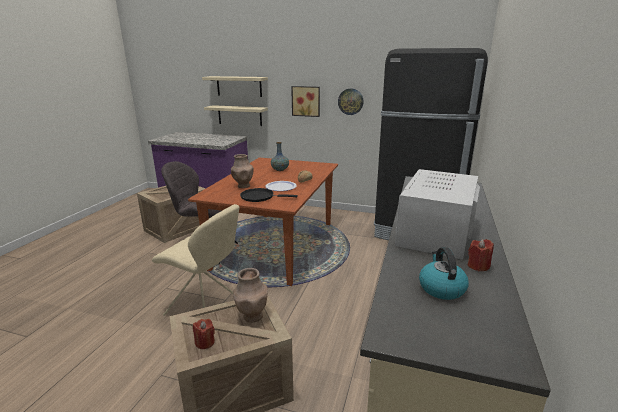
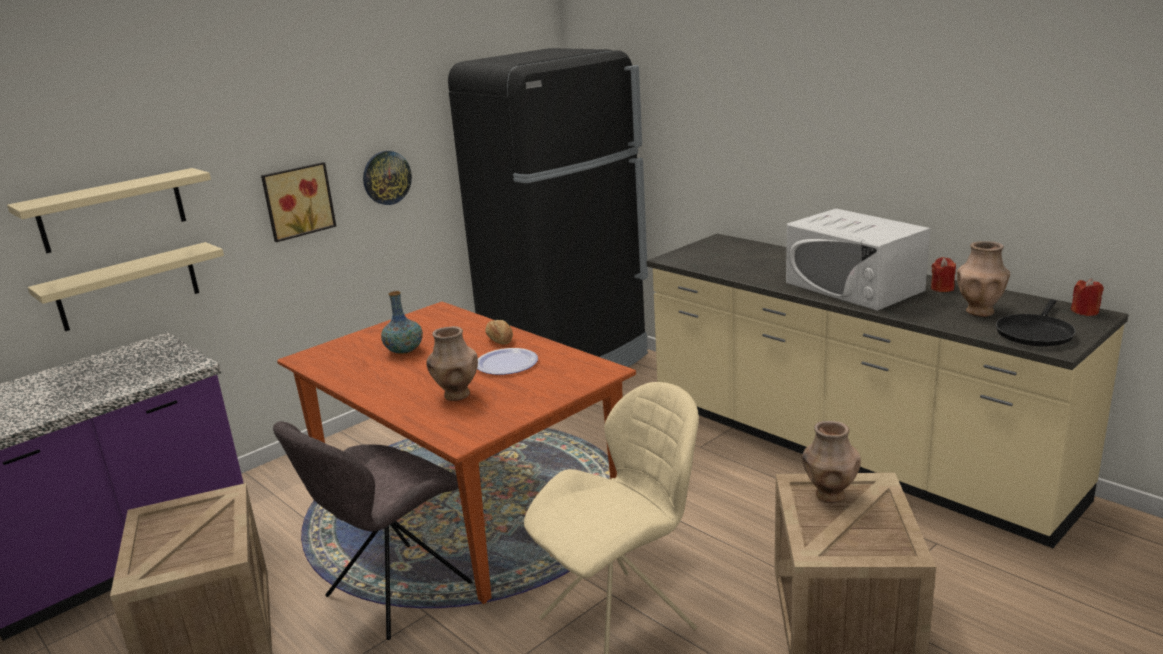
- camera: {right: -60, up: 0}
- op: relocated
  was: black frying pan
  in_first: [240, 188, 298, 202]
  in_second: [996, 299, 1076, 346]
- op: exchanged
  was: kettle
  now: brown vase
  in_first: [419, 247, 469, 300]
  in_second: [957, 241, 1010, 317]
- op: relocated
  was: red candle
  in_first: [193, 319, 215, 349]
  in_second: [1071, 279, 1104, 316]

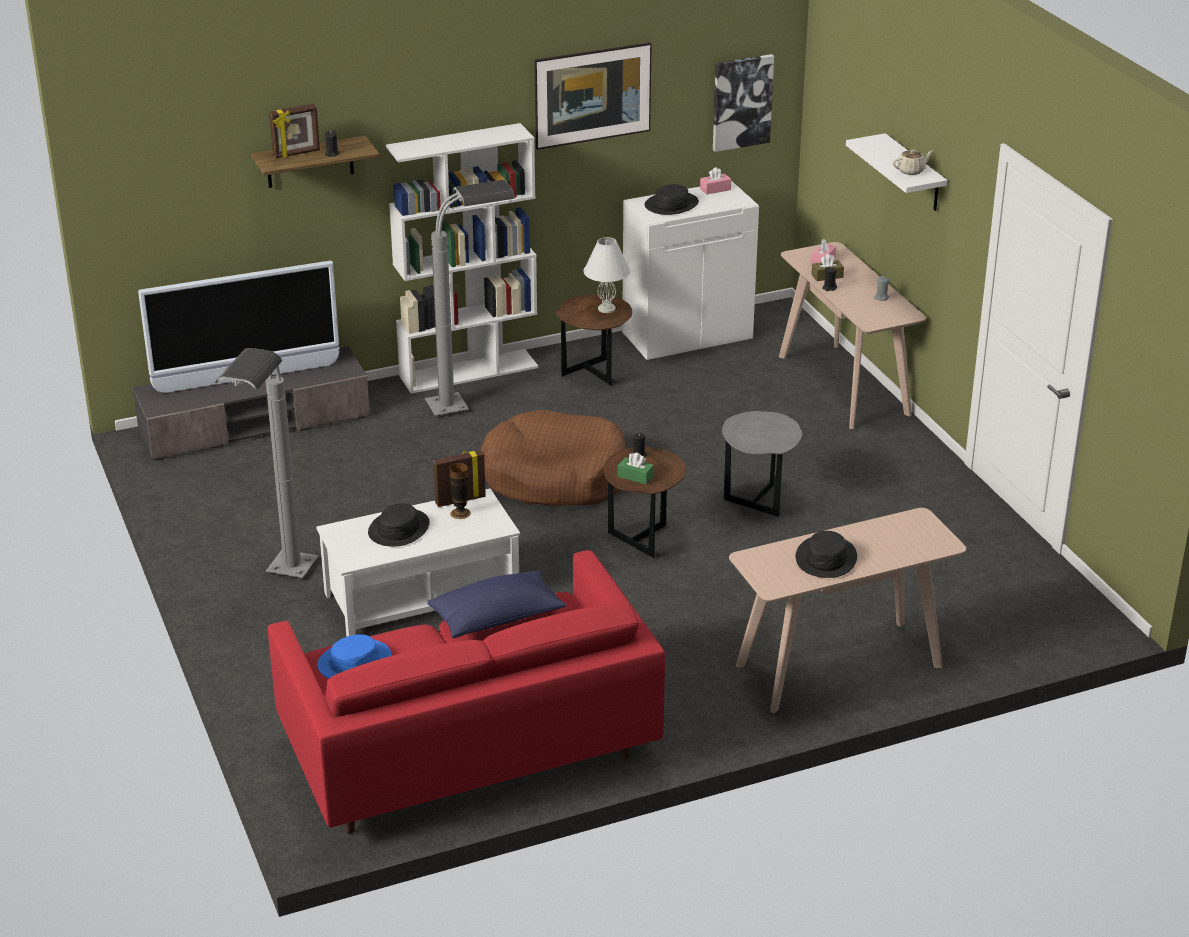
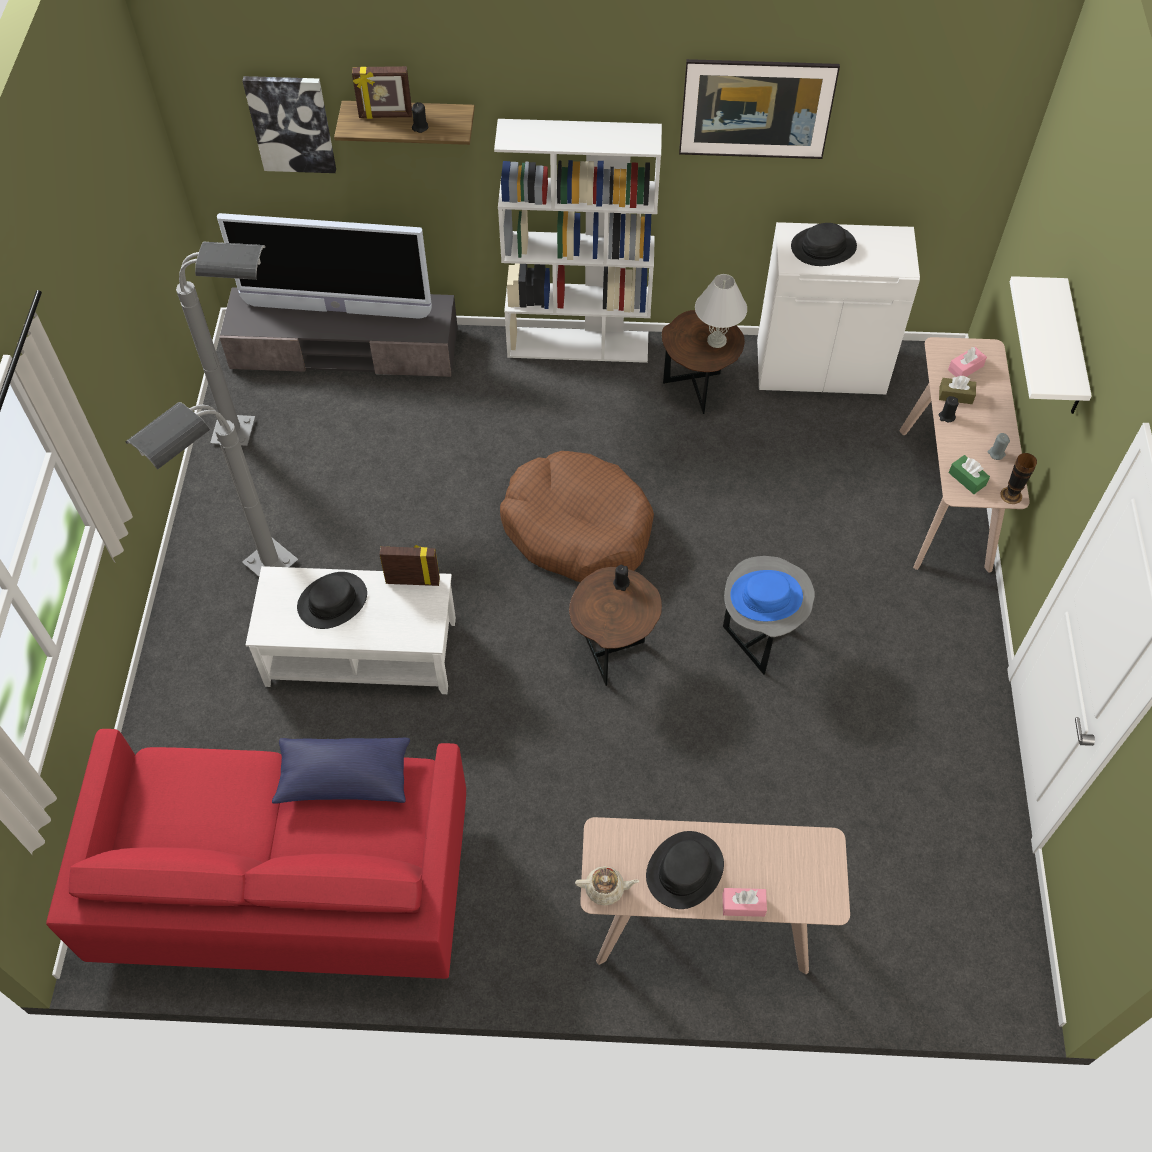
- camera: {right: 25, up: 25}
- op: relocated
  was: picture
  in_first: [713, 54, 774, 152]
  in_second: [242, 76, 336, 173]
- op: relocated
  was: beige teapot
  in_first: [893, 149, 934, 175]
  in_second: [575, 866, 639, 906]
- op: relocated
  was: pink tissue box
  in_first: [700, 167, 731, 195]
  in_second: [722, 888, 767, 917]
- op: relocated
  was: grey floor lamp
  in_first: [425, 180, 515, 416]
  in_second: [176, 242, 266, 446]
- op: relocated
  was: green tissue box
  in_first: [618, 453, 654, 485]
  in_second: [949, 455, 990, 494]
- op: relocated
  was: vase
  in_first: [450, 463, 471, 519]
  in_second: [1000, 453, 1037, 504]
- op: relocated
  was: blue hat
  in_first: [317, 634, 392, 679]
  in_second: [730, 570, 803, 621]

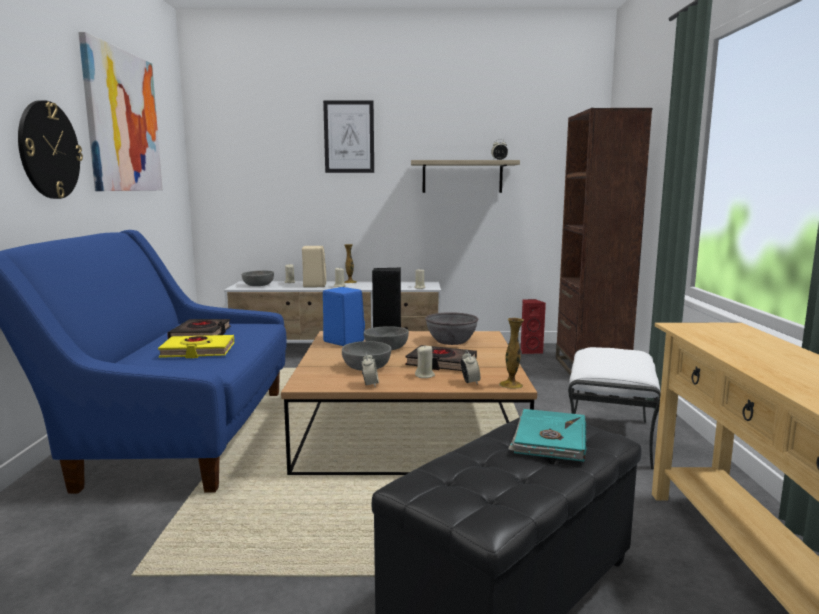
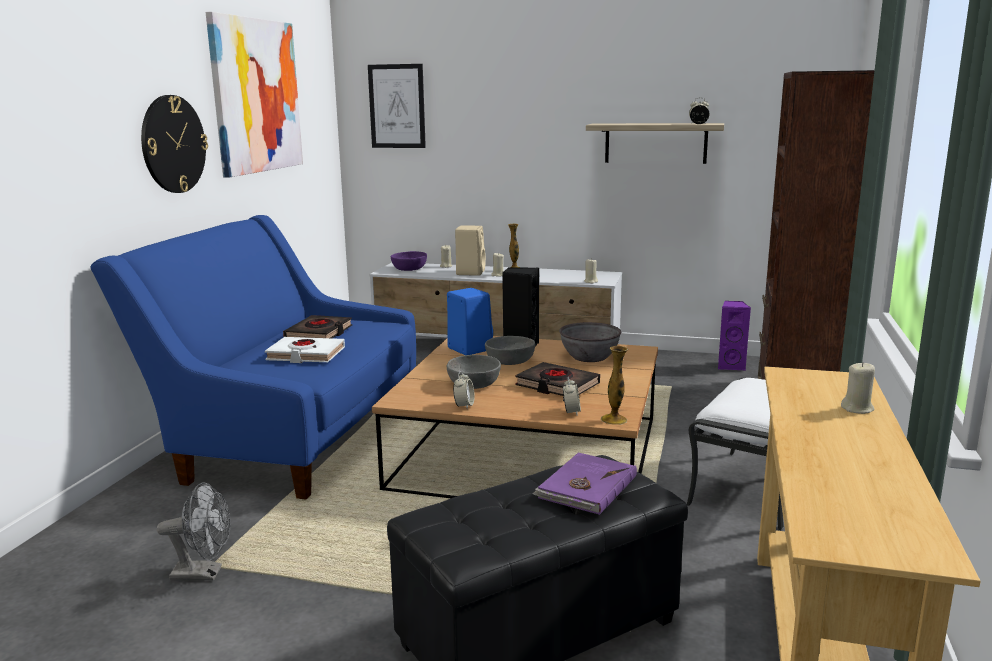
- camera: {right: 15, up: 5}
- op: relocated
  was: picture
  in_first: [323, 100, 374, 173]
  in_second: [368, 64, 426, 148]
- op: colour
  was: grey bowl
  now: purple bowl
  in_first: [242, 270, 274, 286]
  in_second: [391, 251, 427, 271]
- op: colour
  was: red speaker
  now: purple speaker
  in_first: [521, 299, 546, 354]
  in_second: [718, 301, 751, 370]
- op: colour
  was: yellow book
  now: white book
  in_first: [158, 335, 234, 358]
  in_second: [265, 337, 345, 363]
- op: relocated
  was: beige candle
  in_first: [415, 346, 435, 378]
  in_second: [841, 362, 875, 414]
- op: colour
  was: turquoise book
  now: purple book
  in_first: [508, 409, 586, 462]
  in_second: [532, 453, 637, 515]
- op: appeared
  now: grey fan
  in_second: [157, 482, 230, 581]

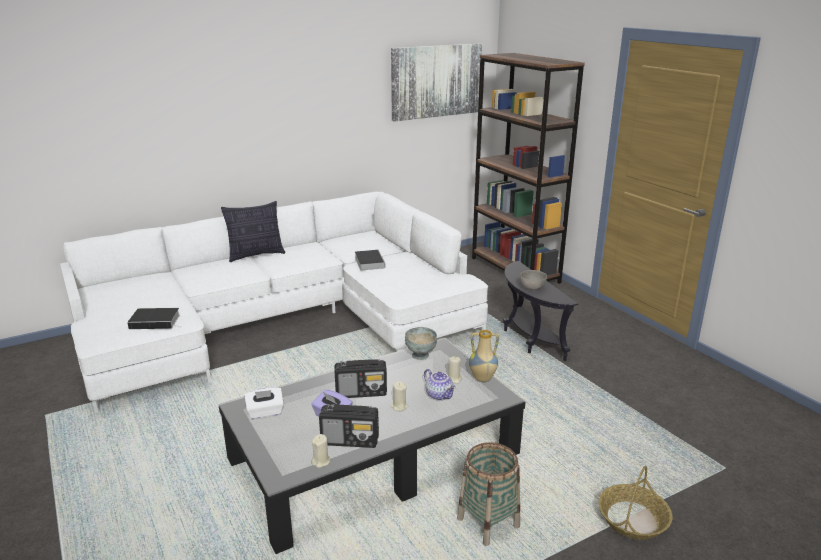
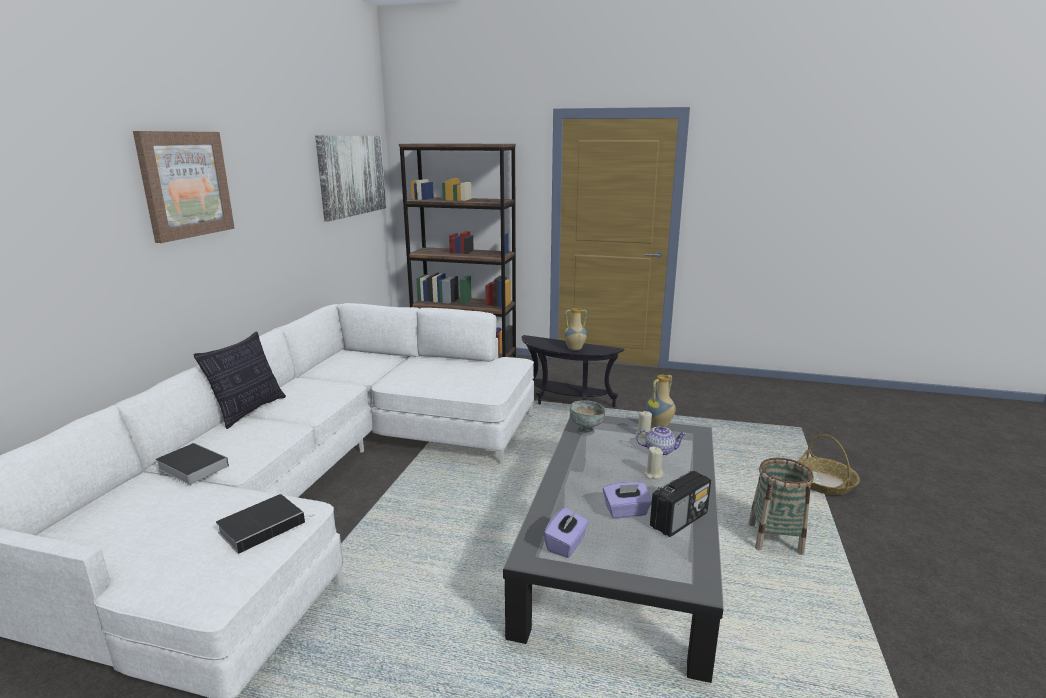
- camera: {right: -45, up: -5}
- op: relocated
  was: book
  in_first: [355, 250, 385, 271]
  in_second: [155, 443, 229, 485]
- op: exchanged
  was: grey bowl
  now: vase
  in_first: [520, 270, 547, 290]
  in_second: [564, 308, 587, 351]
- op: missing
  was: radio
  in_first: [335, 359, 387, 398]
- op: colour
  was: white tissue box
  now: purple tissue box
  in_first: [244, 387, 284, 419]
  in_second: [544, 508, 589, 558]
- op: missing
  was: beige candle
  in_first: [311, 434, 330, 468]
- op: appeared
  now: picture
  in_second: [133, 131, 235, 243]

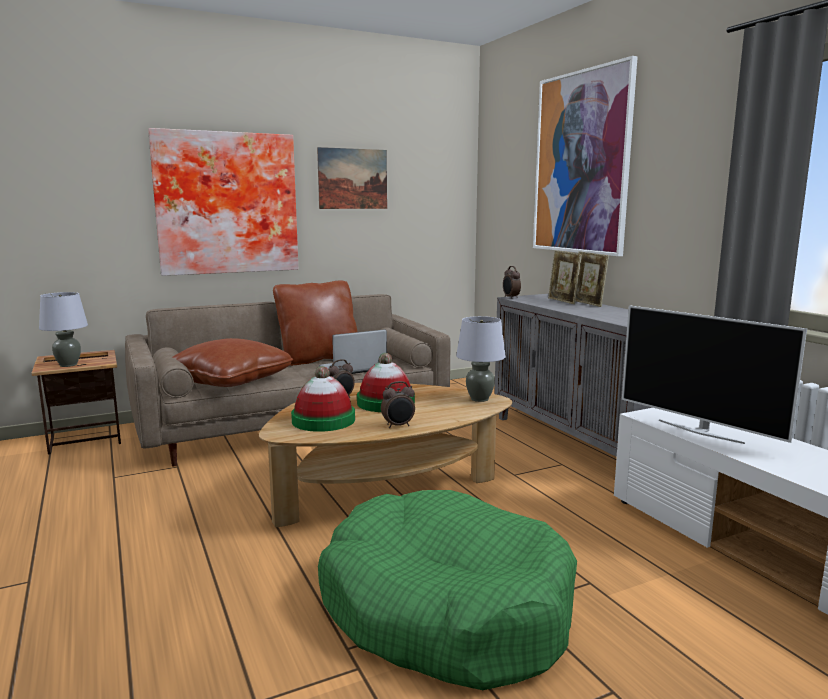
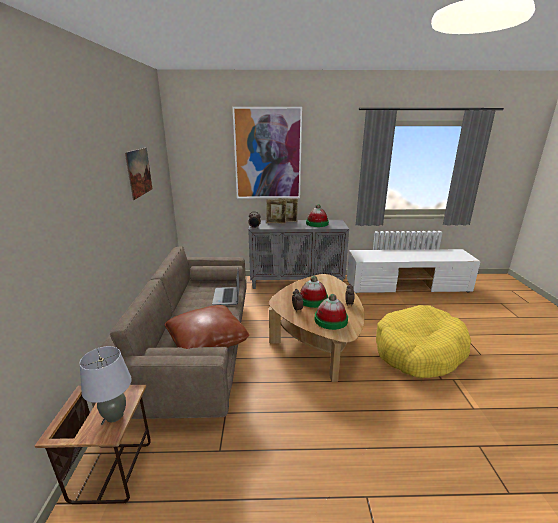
- camera: {right: -65, up: 10}
- op: missing
  was: picture
  in_first: [148, 128, 298, 276]
- op: missing
  was: brown pillow
  in_first: [273, 281, 357, 366]
- op: missing
  was: television
  in_first: [622, 305, 807, 444]
- op: missing
  was: grey table lamp
  in_first: [456, 316, 506, 402]
- op: colour
  was: green dog bed
  now: yellow dog bed
  in_first: [318, 490, 577, 690]
  in_second: [376, 305, 471, 378]
- op: appeared
  now: hat
  in_second: [306, 204, 329, 227]

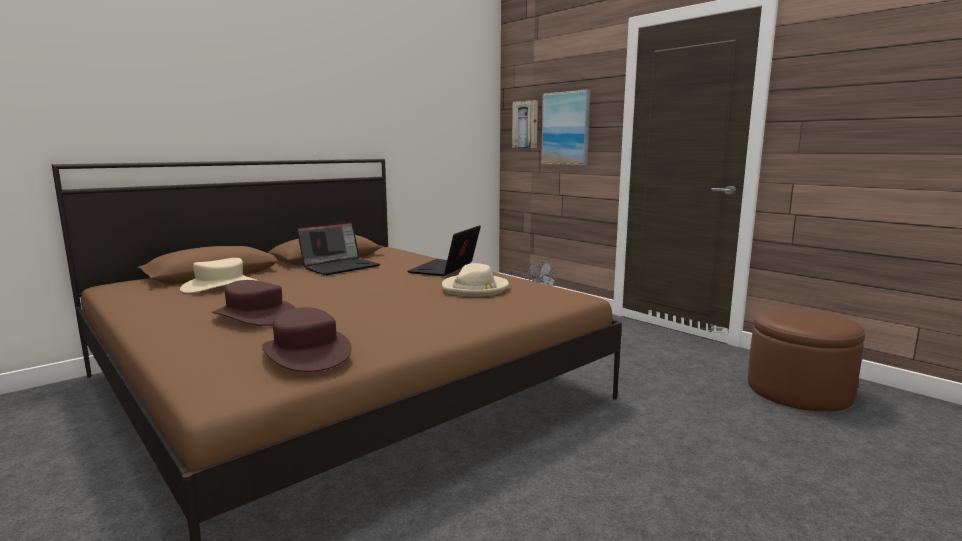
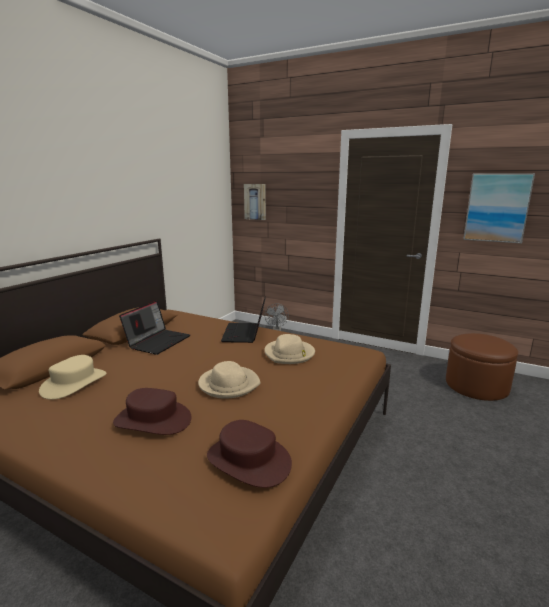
- camera: {right: -20, up: 5}
- op: relocated
  was: picture
  in_first: [541, 90, 590, 165]
  in_second: [463, 173, 535, 243]
- op: appeared
  now: beige hat
  in_second: [198, 361, 261, 399]

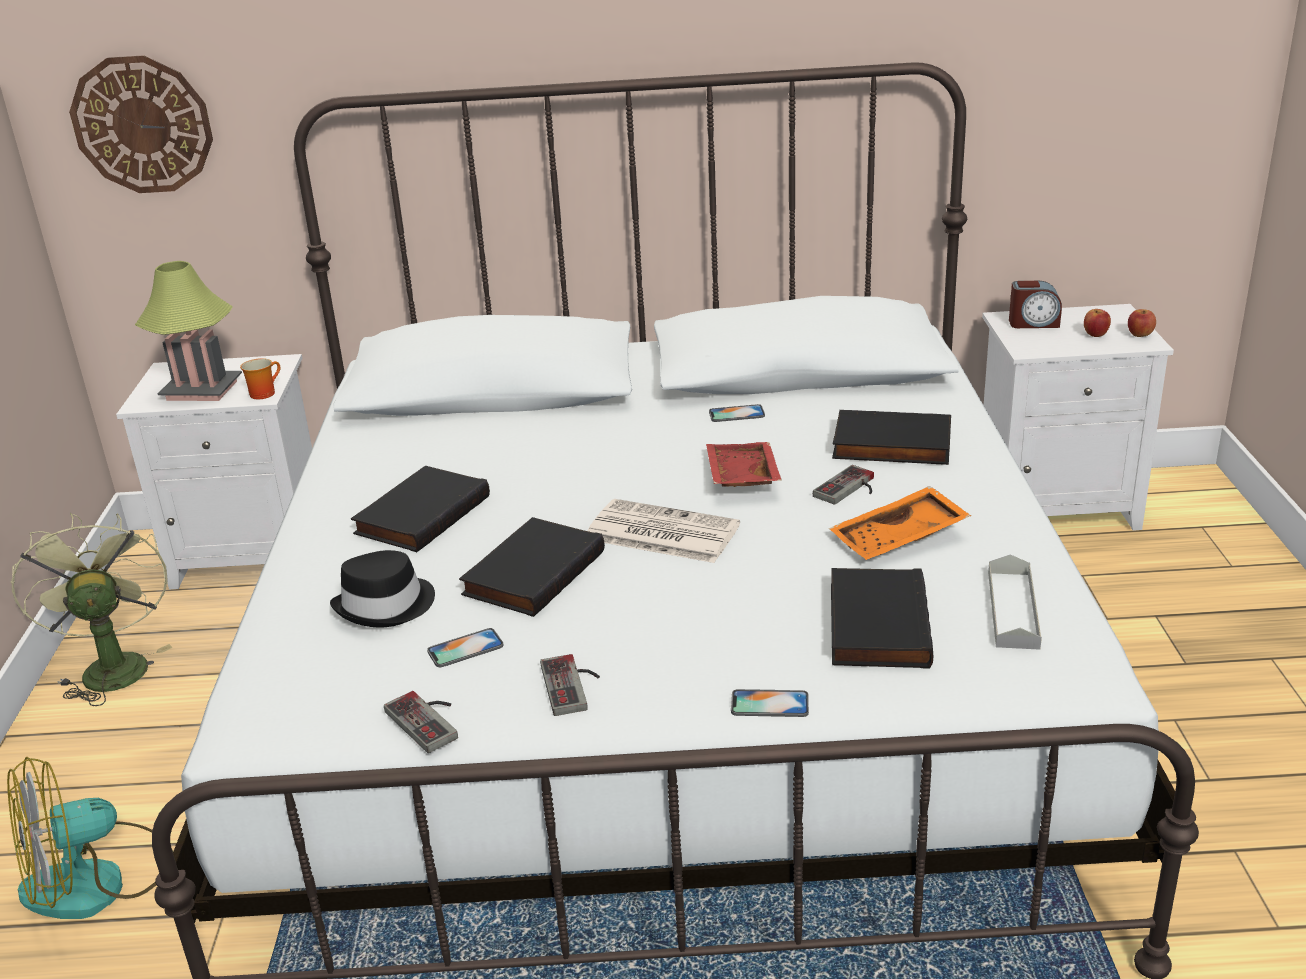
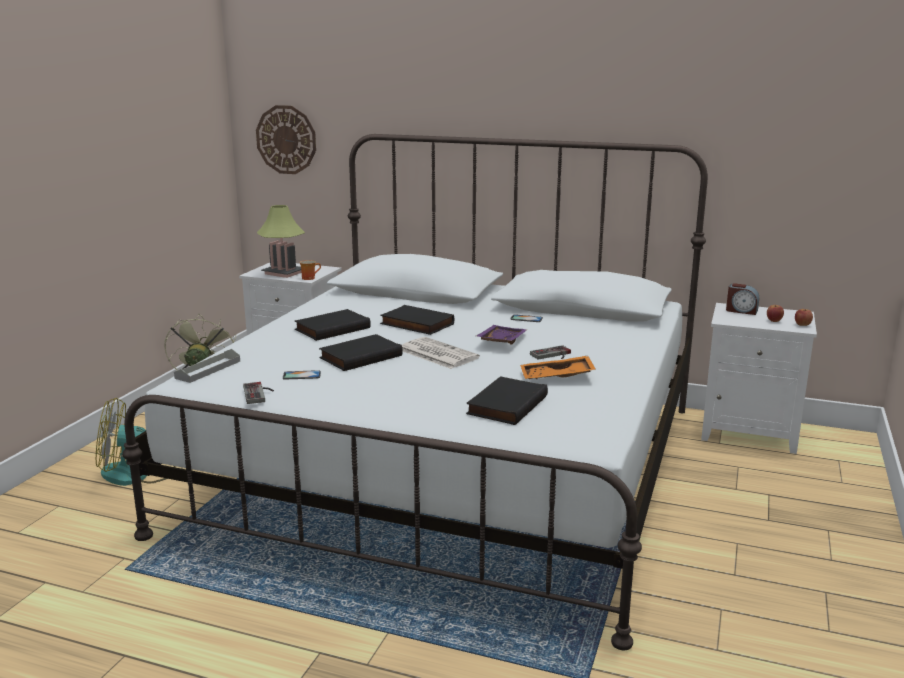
- camera: {right: 20, up: -10}
- op: relocated
  was: black book
  in_first: [832, 410, 951, 465]
  in_second: [380, 305, 454, 335]
- op: colour
  was: red tray
  now: purple tray
  in_first: [706, 442, 782, 487]
  in_second: [476, 325, 527, 344]
- op: missing
  was: black hat
  in_first: [330, 550, 435, 628]
- op: relocated
  was: grey tray
  in_first: [988, 554, 1042, 650]
  in_second: [174, 349, 240, 383]
- op: missing
  was: game controller
  in_first: [540, 654, 600, 716]
- op: missing
  was: phone
  in_first: [731, 689, 809, 717]

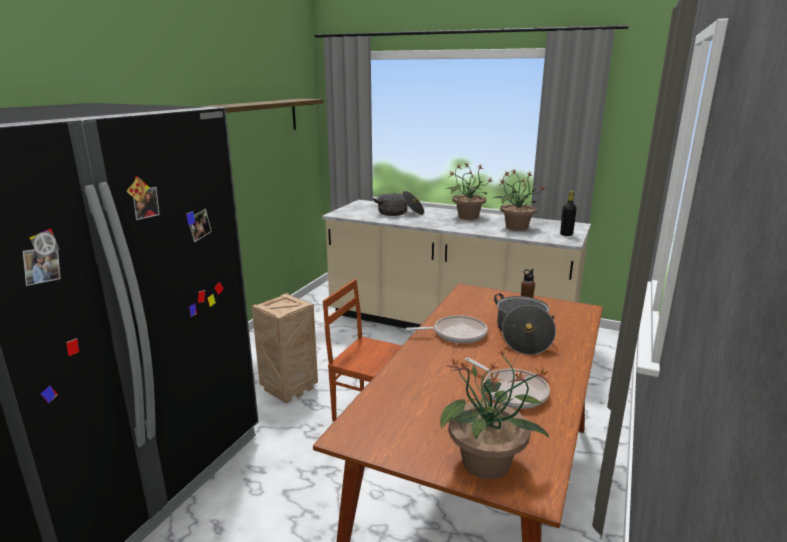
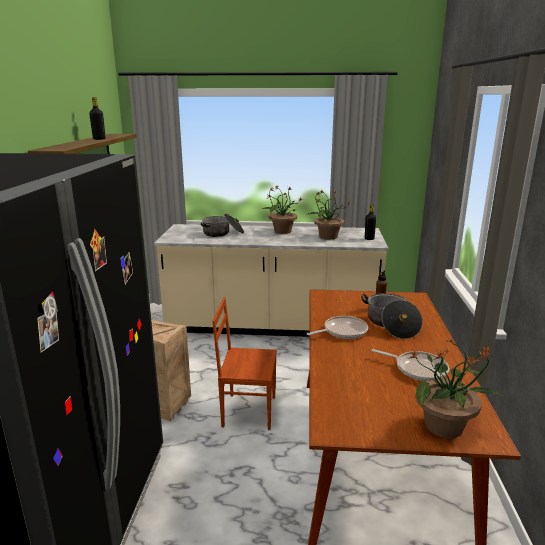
- camera: {right: -20, up: 0}
- op: appeared
  now: black bottle
  in_second: [89, 97, 105, 140]

